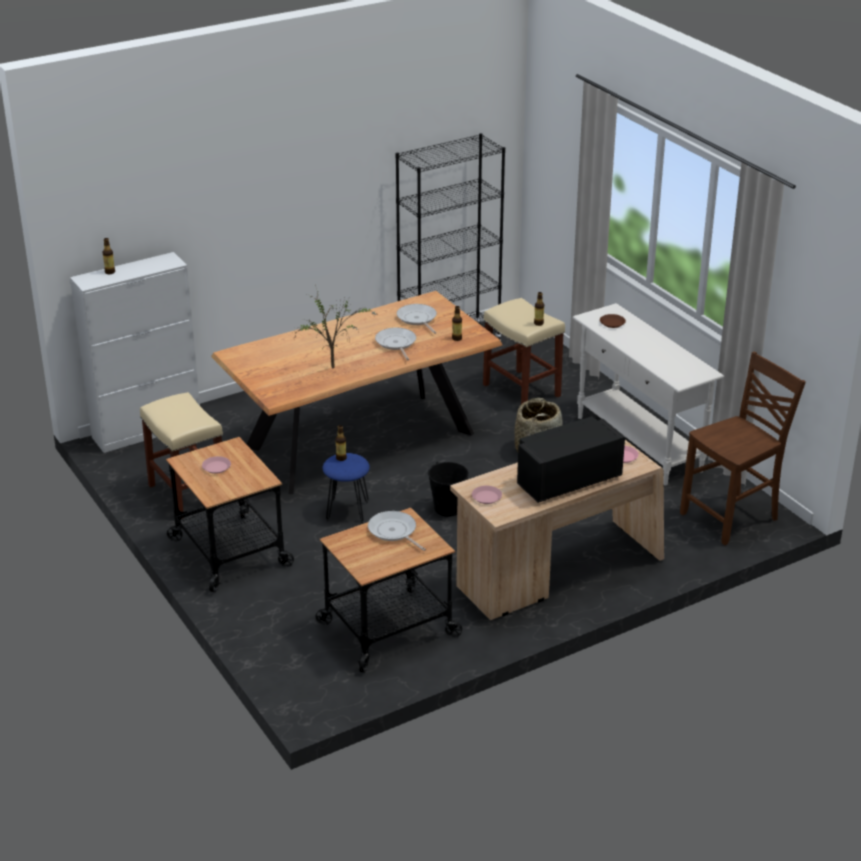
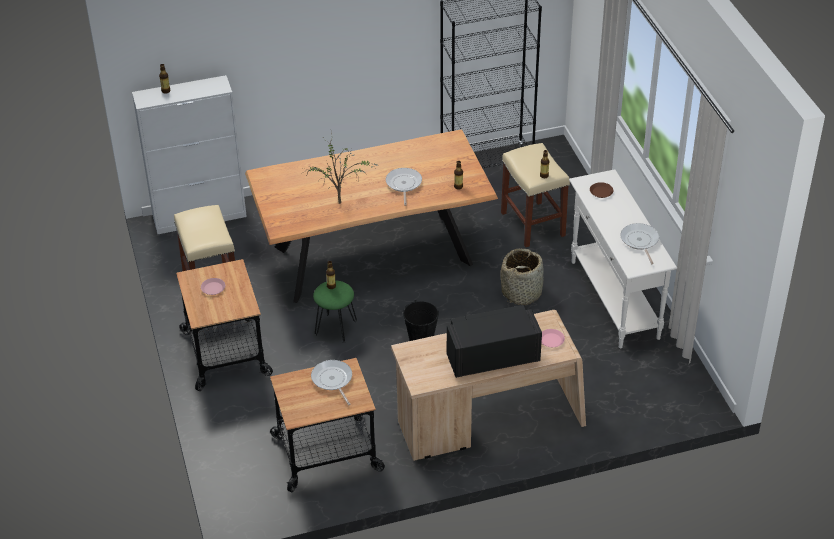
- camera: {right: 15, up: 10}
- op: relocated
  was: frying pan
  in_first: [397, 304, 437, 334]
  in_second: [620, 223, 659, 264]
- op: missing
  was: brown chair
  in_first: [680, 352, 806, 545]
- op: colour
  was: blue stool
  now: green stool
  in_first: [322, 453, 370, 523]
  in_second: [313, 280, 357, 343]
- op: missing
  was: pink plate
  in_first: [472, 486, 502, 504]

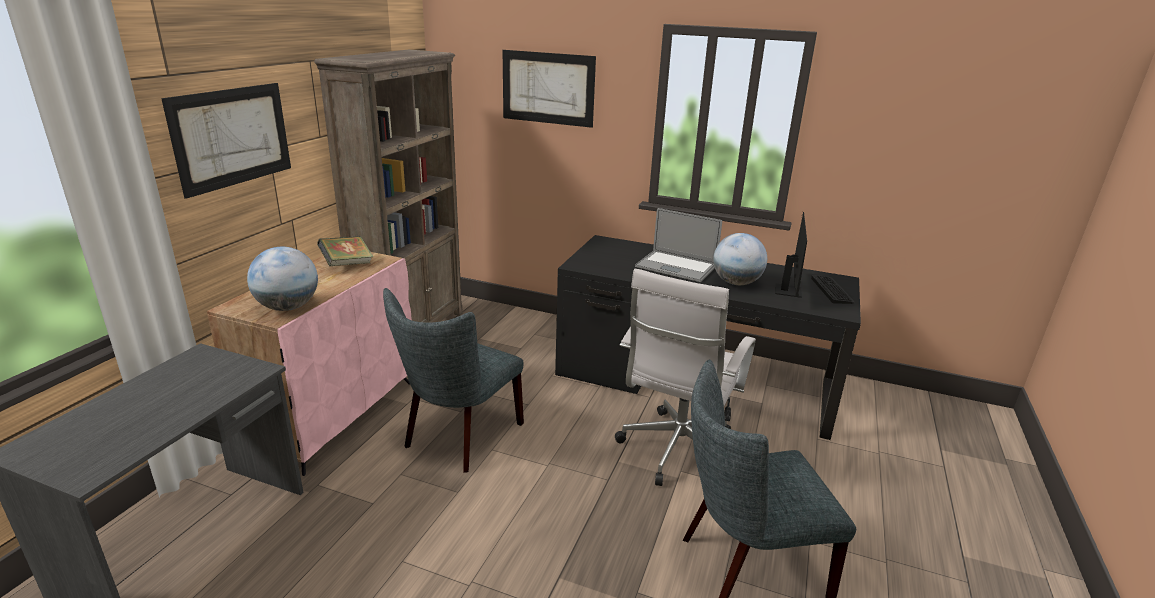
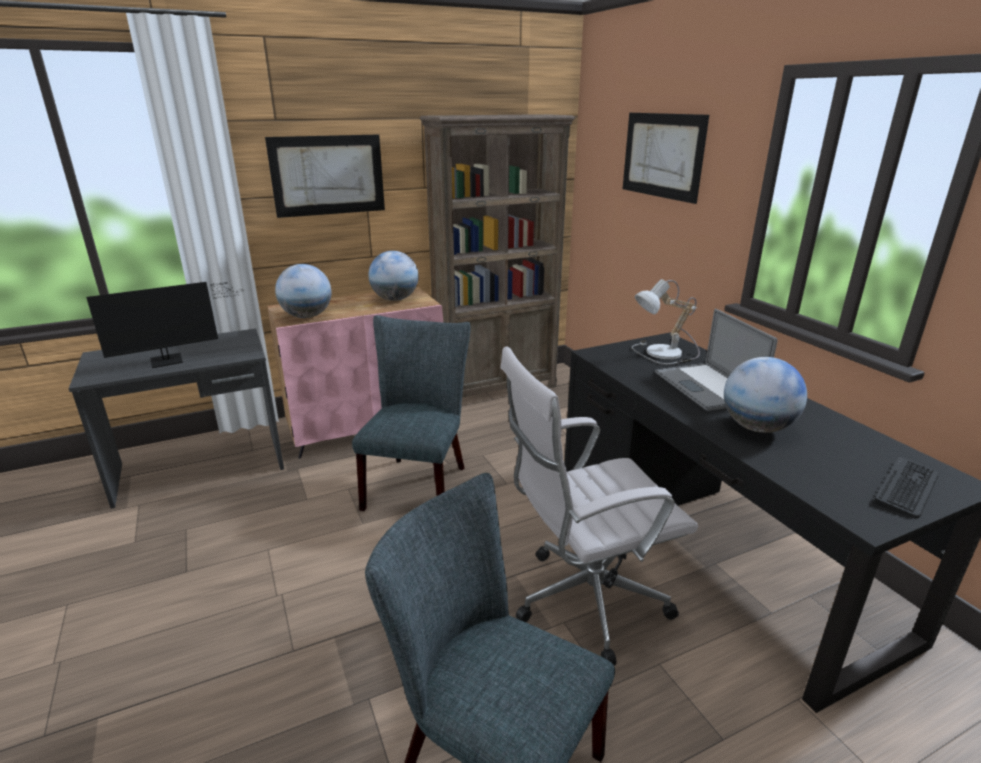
- camera: {right: 45, up: 0}
- op: relocated
  was: monitor
  in_first: [775, 212, 807, 298]
  in_second: [86, 282, 244, 368]
- op: exchanged
  was: book
  now: globe
  in_first: [317, 236, 373, 266]
  in_second: [368, 251, 418, 301]
- op: spun
  was: grey chair
  in_first: [383, 288, 524, 473]
  in_second: [352, 315, 471, 511]
  clockwise: 120
- op: appeared
  now: table lamp
  in_second: [631, 279, 700, 365]

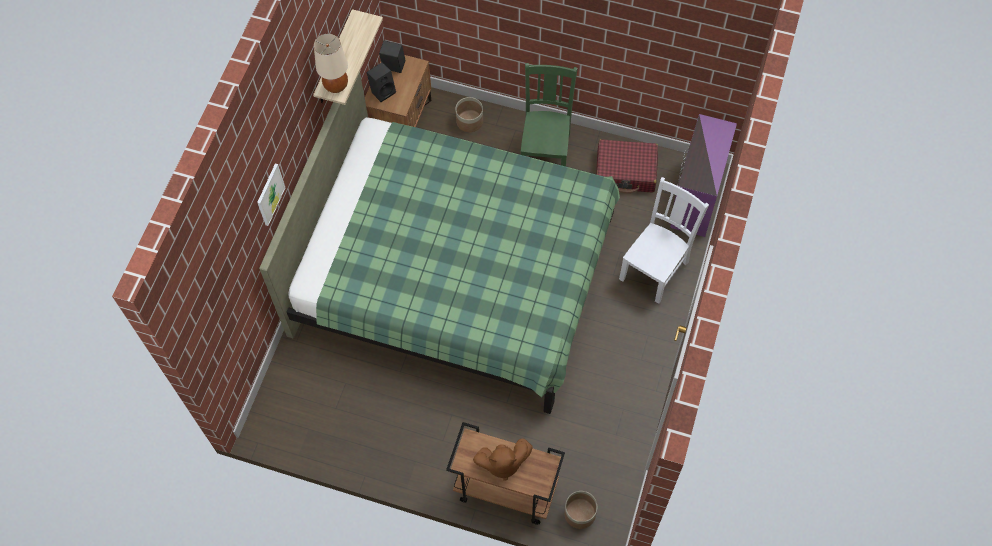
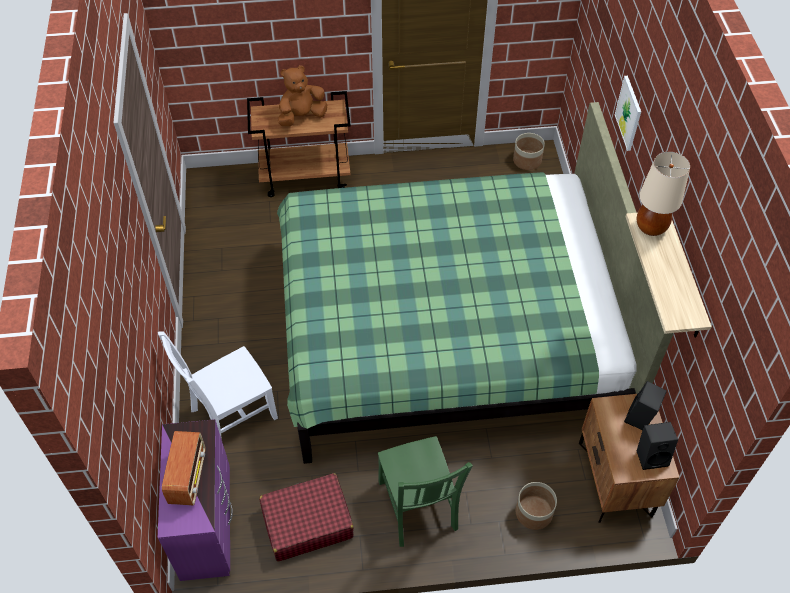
- camera: {right: 155, up: -10}
- op: spun
  was: white chair
  in_first: [619, 177, 709, 304]
  in_second: [158, 331, 278, 436]
  clockwise: 45
- op: relocated
  was: planter
  in_first: [564, 491, 597, 529]
  in_second: [513, 133, 545, 170]
- op: appeared
  now: radio
  in_second: [162, 431, 205, 506]

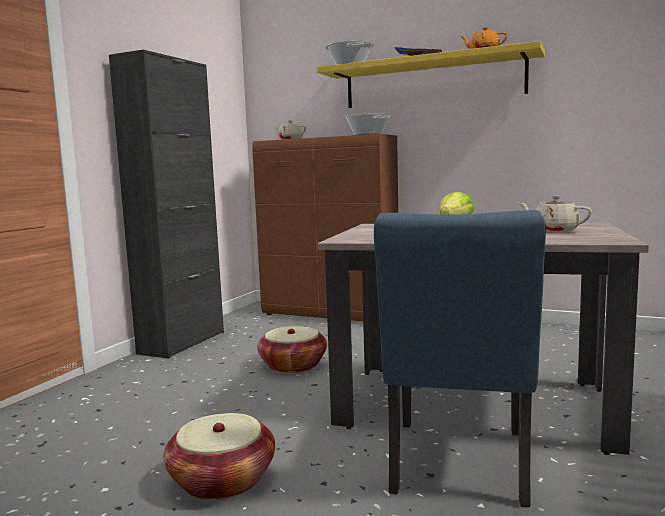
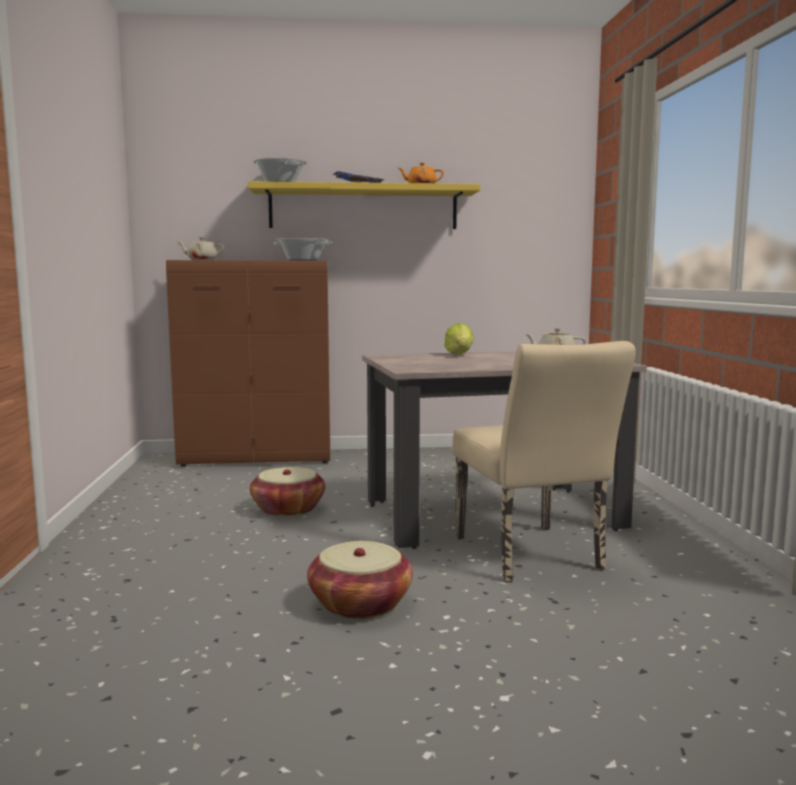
- camera: {right: -30, up: 0}
- op: missing
  was: black cabinet
  in_first: [109, 50, 224, 359]
- op: colour
  was: blue chair
  now: beige chair
  in_first: [374, 210, 546, 507]
  in_second: [452, 341, 636, 582]

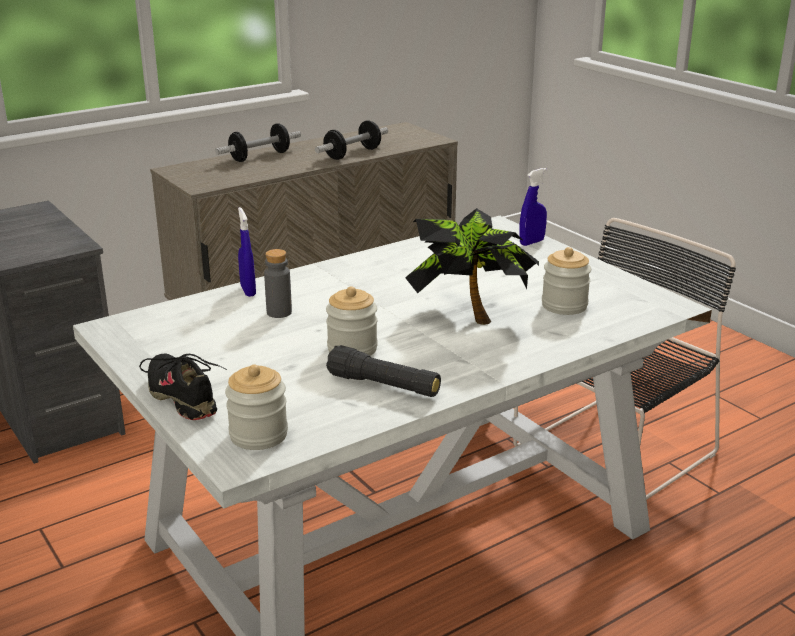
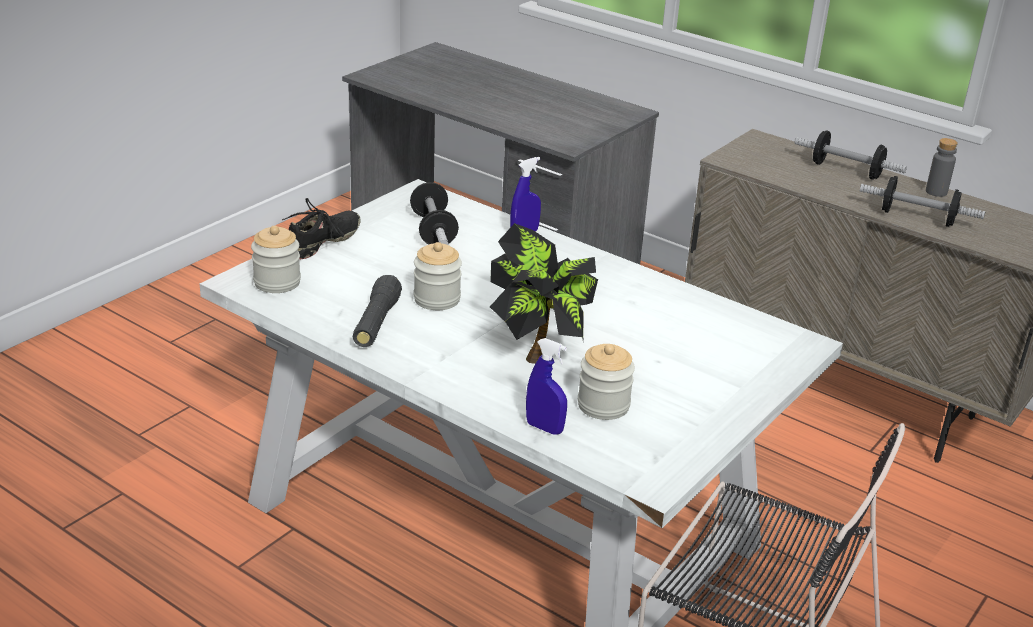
- camera: {right: 70, up: 5}
- op: relocated
  was: blue spray bottle
  in_first: [519, 168, 547, 246]
  in_second: [526, 338, 567, 435]
- op: relocated
  was: grey bottle
  in_first: [264, 249, 292, 318]
  in_second: [926, 138, 958, 197]
- op: appeared
  now: dumbbell
  in_second: [410, 182, 459, 245]

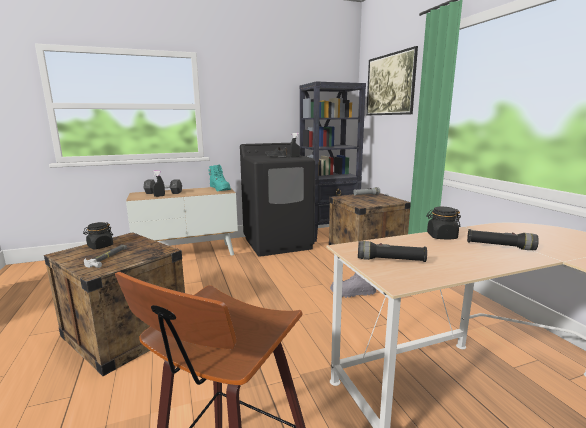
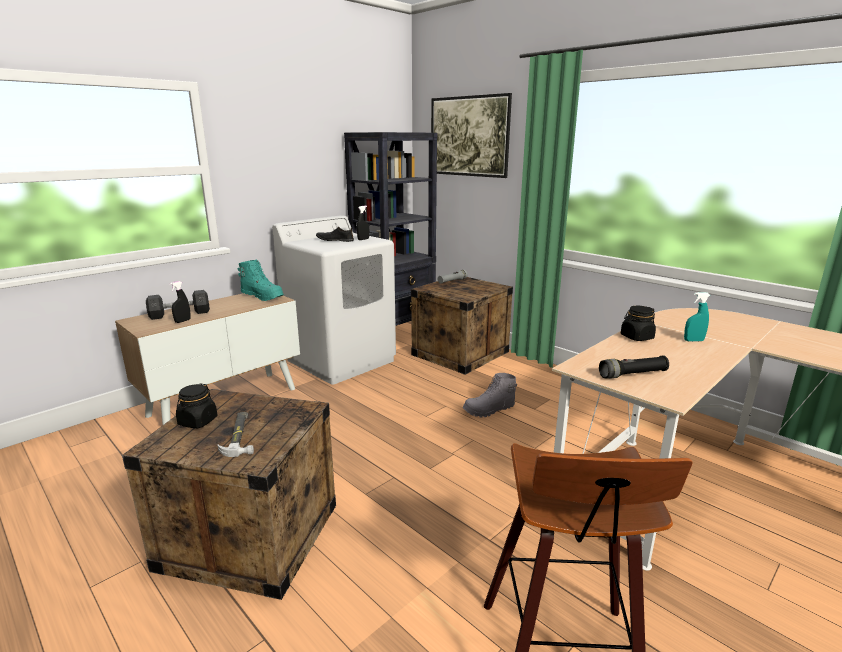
- camera: {right: -25, up: 5}
- op: colour
  was: black washing machine
  now: white washing machine
  in_first: [240, 143, 315, 257]
  in_second: [272, 215, 396, 385]
- op: exchanged
  was: black flashlight
  now: turquoise spray bottle
  in_first: [467, 229, 539, 250]
  in_second: [684, 292, 710, 342]

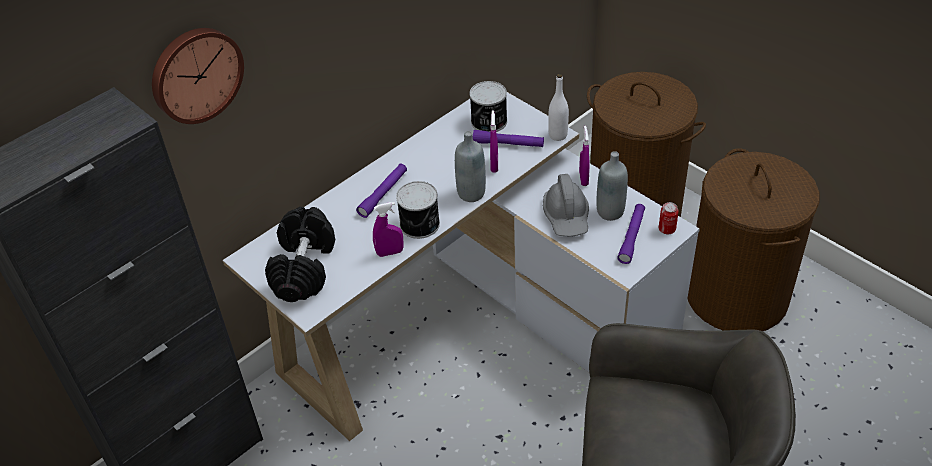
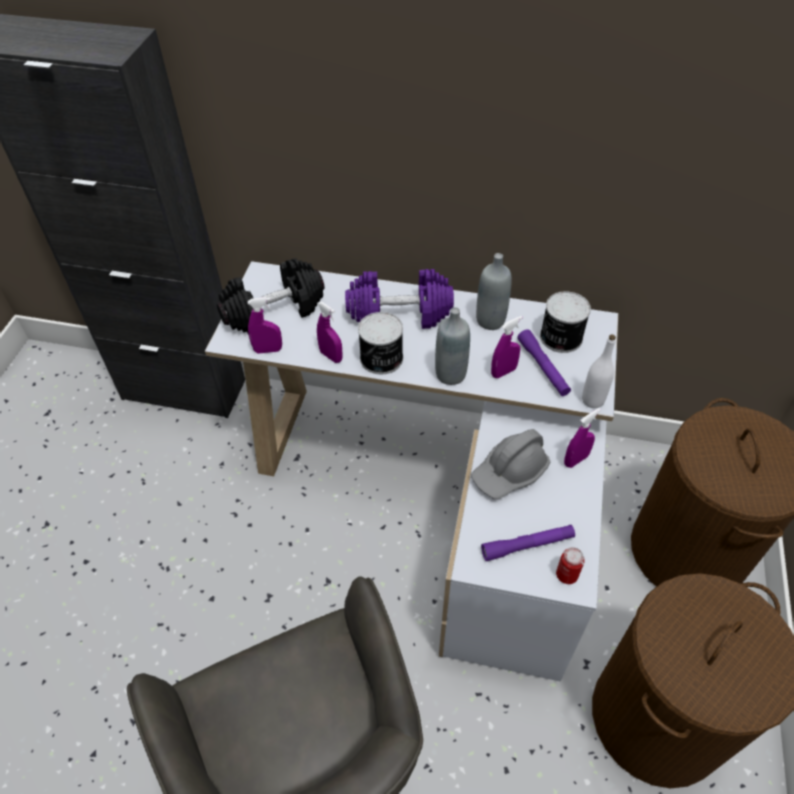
- camera: {right: 55, up: 5}
- op: missing
  was: wall clock
  in_first: [152, 28, 244, 124]
- op: relocated
  was: grey bottle
  in_first: [597, 151, 628, 221]
  in_second: [476, 253, 512, 330]
- op: exchanged
  was: purple flashlight
  now: purple dumbbell
  in_first: [356, 164, 407, 218]
  in_second: [345, 269, 454, 329]
- op: appeared
  now: purple spray bottle
  in_second: [248, 297, 282, 354]

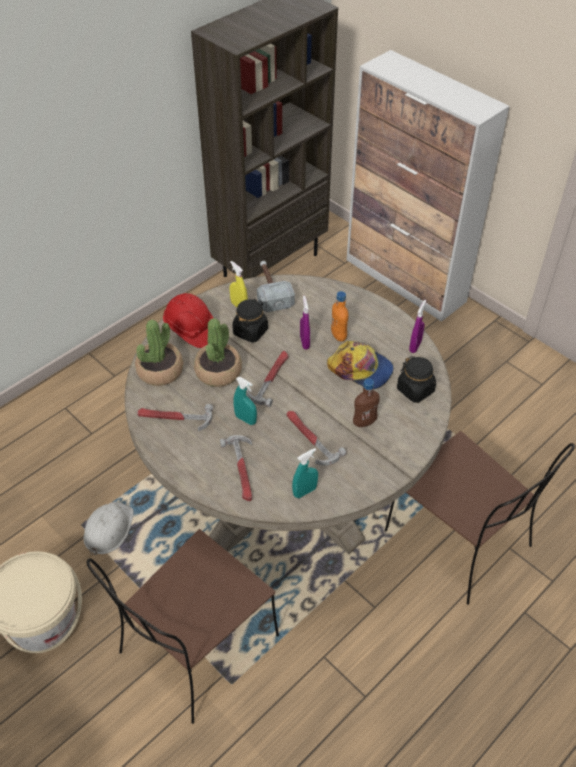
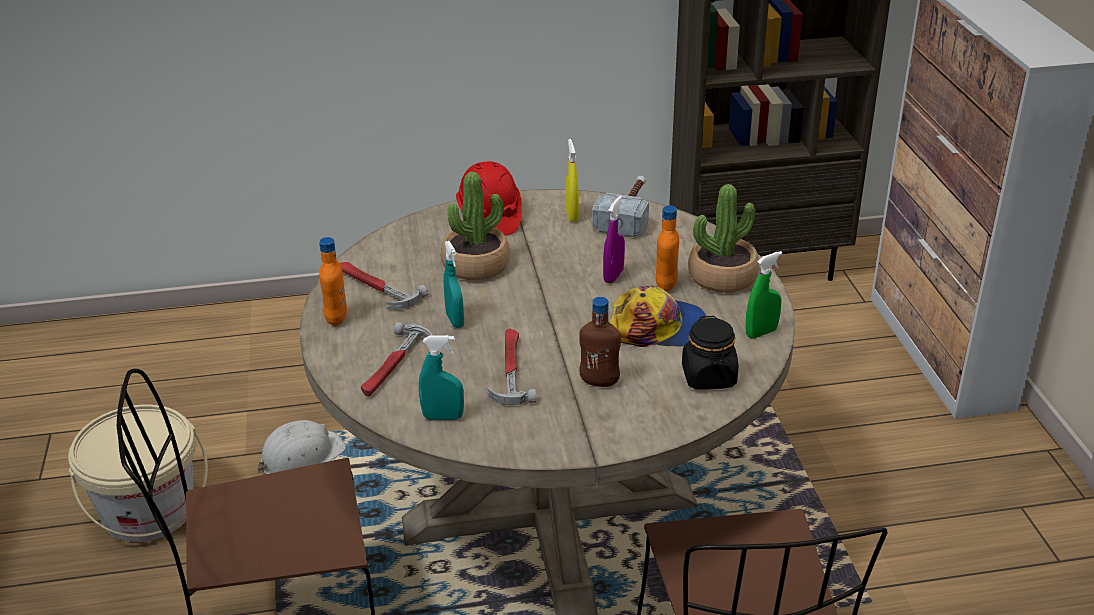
- camera: {right: 35, up: -15}
- op: missing
  was: black jar
  in_first: [232, 299, 268, 343]
- op: colour
  was: purple spray bottle
  now: green spray bottle
  in_first: [409, 300, 426, 353]
  in_second: [746, 251, 783, 338]
- op: relocated
  was: potted plant
  in_first: [135, 320, 183, 386]
  in_second: [688, 184, 759, 293]
- op: spun
  was: cap
  in_first: [327, 341, 393, 389]
  in_second: [609, 286, 706, 347]
  clockwise: -60
- op: missing
  was: hammer
  in_first: [247, 351, 289, 407]
- op: appeared
  now: orange bottle
  in_second: [319, 237, 347, 326]

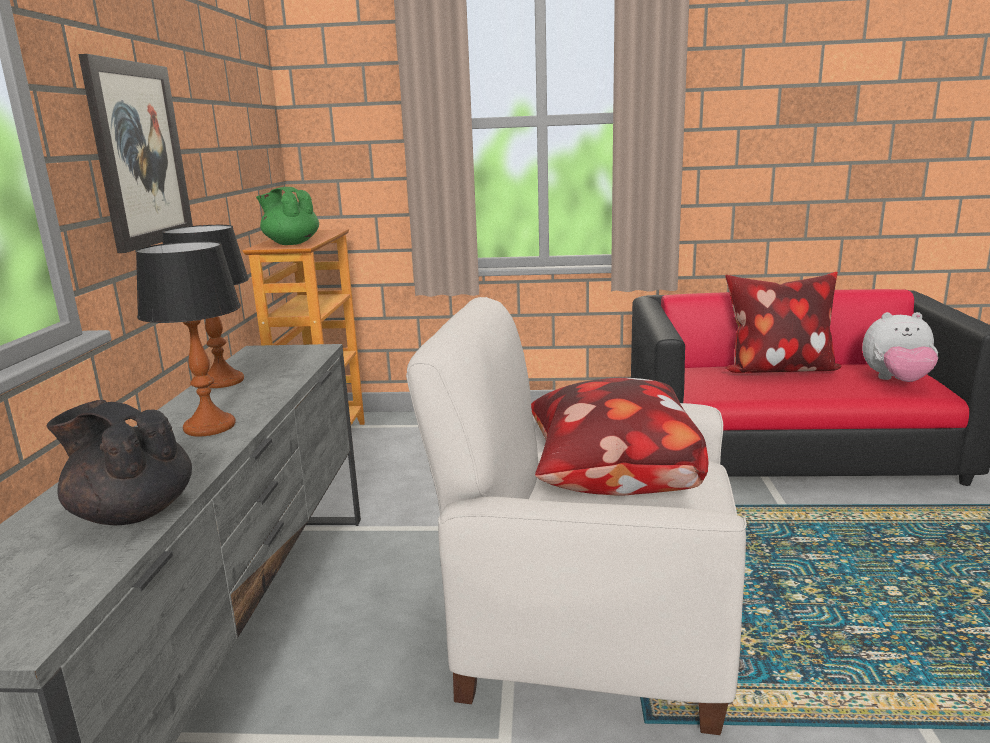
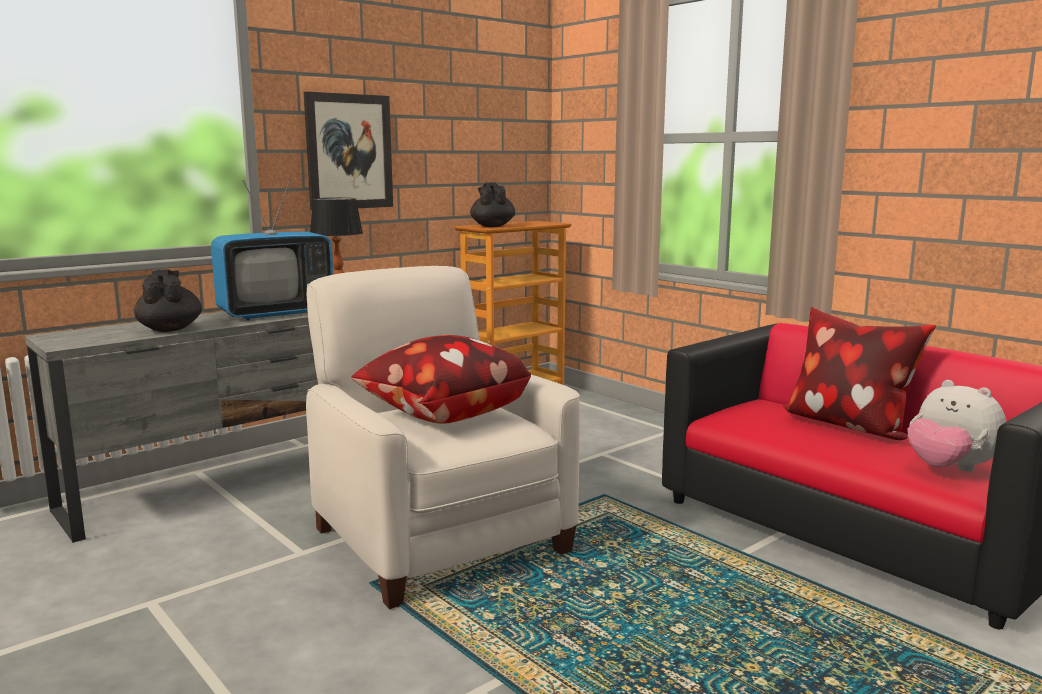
- camera: {right: 45, up: -5}
- op: colour
  was: green teapot
  now: black teapot
  in_first: [256, 187, 319, 245]
  in_second: [470, 182, 515, 227]
- op: exchanged
  was: table lamp
  now: television
  in_first: [136, 241, 241, 436]
  in_second: [211, 179, 333, 320]

